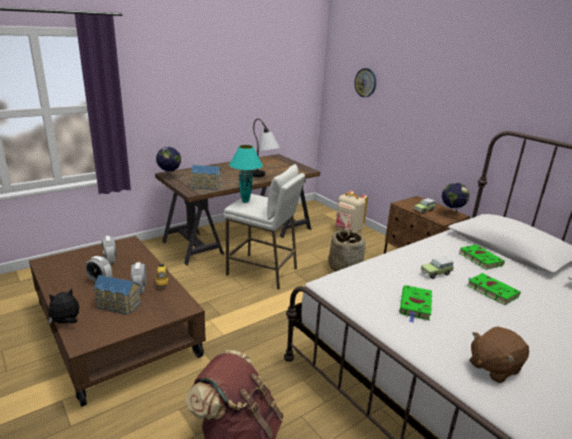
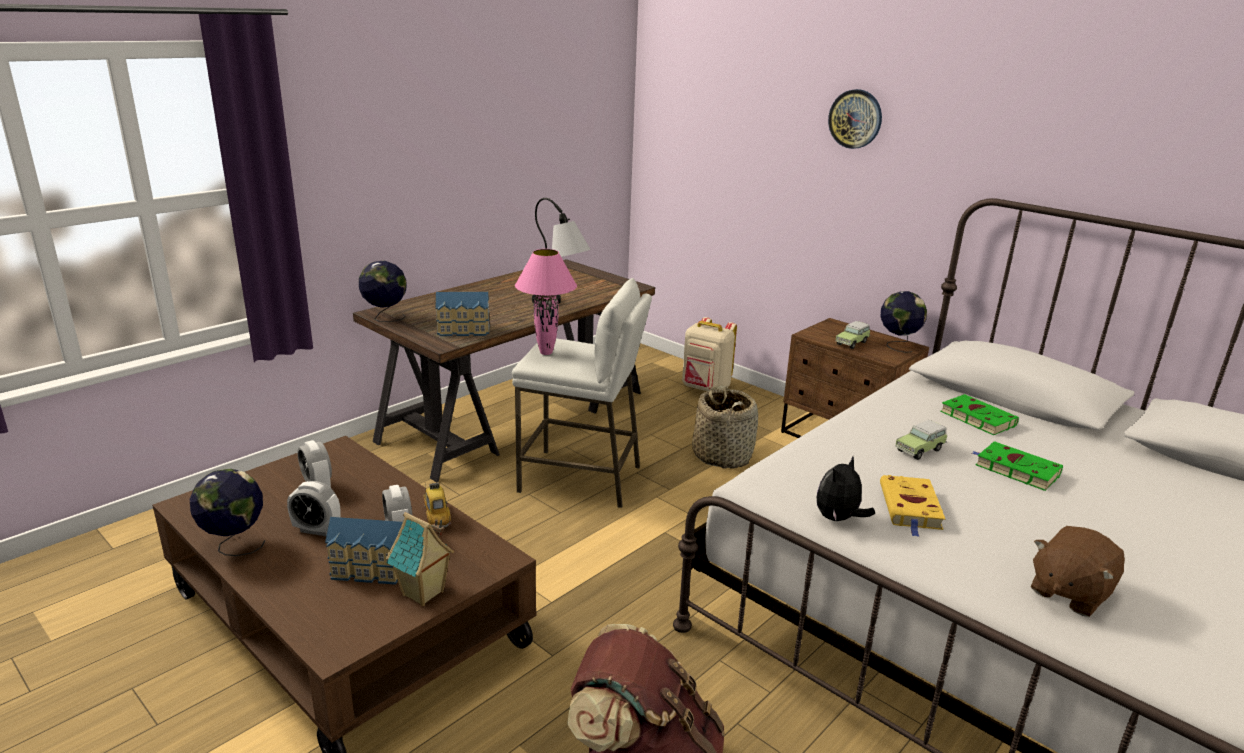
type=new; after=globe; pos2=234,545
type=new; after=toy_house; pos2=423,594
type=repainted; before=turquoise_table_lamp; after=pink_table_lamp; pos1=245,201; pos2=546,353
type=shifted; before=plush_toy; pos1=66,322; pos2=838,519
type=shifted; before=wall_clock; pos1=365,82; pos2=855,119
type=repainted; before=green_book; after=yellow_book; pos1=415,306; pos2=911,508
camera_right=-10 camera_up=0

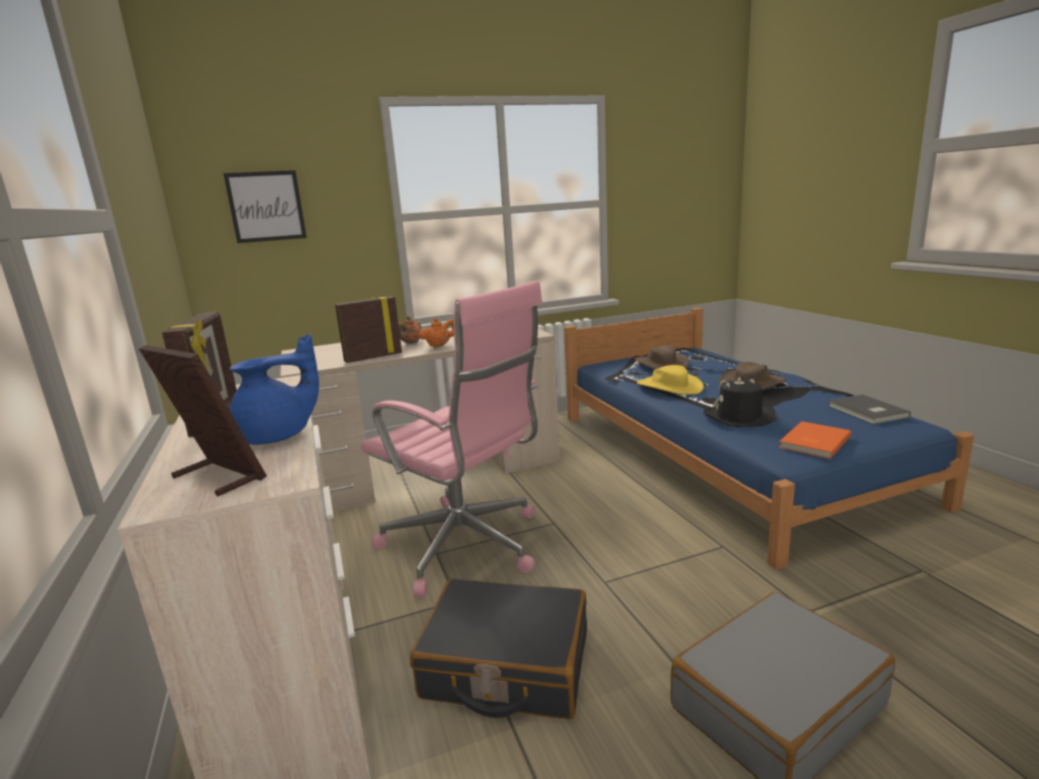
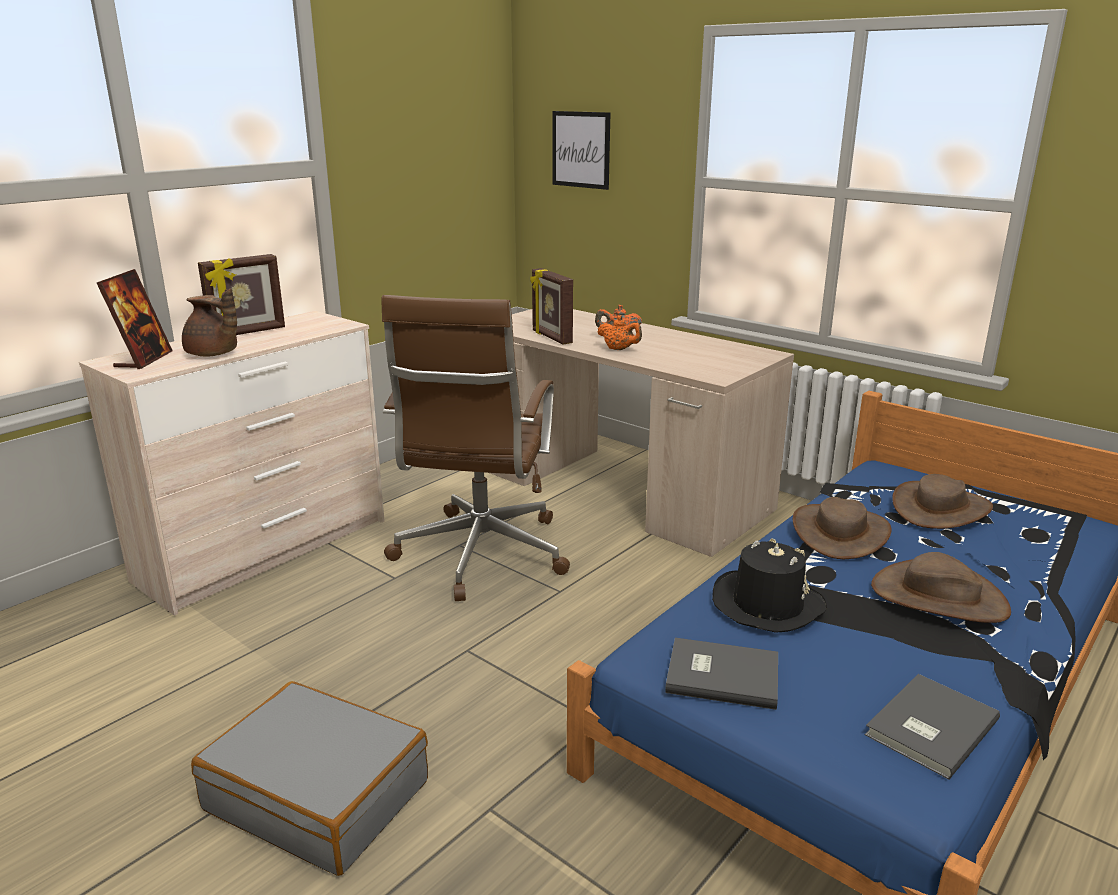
type=repainted; before=blue_teapot; after=brown_teapot; pos1=277,437; pos2=213,354
type=repainted; before=pink_office_chair; after=brown_office_chair; pos1=466,547; pos2=479,555
type=rotated; before=picture_frame; pos1=373,357; pos2=551,337; turn=-150
type=repainted; before=orange_book; after=grey_book; pos1=812,442; pos2=721,674
type=repainted; before=yellow_hat; after=brown_hat; pos1=669,386; pos2=840,532
type=gone; before=black_suitcase; pos1=506,665
camera_right=60 camera_up=5

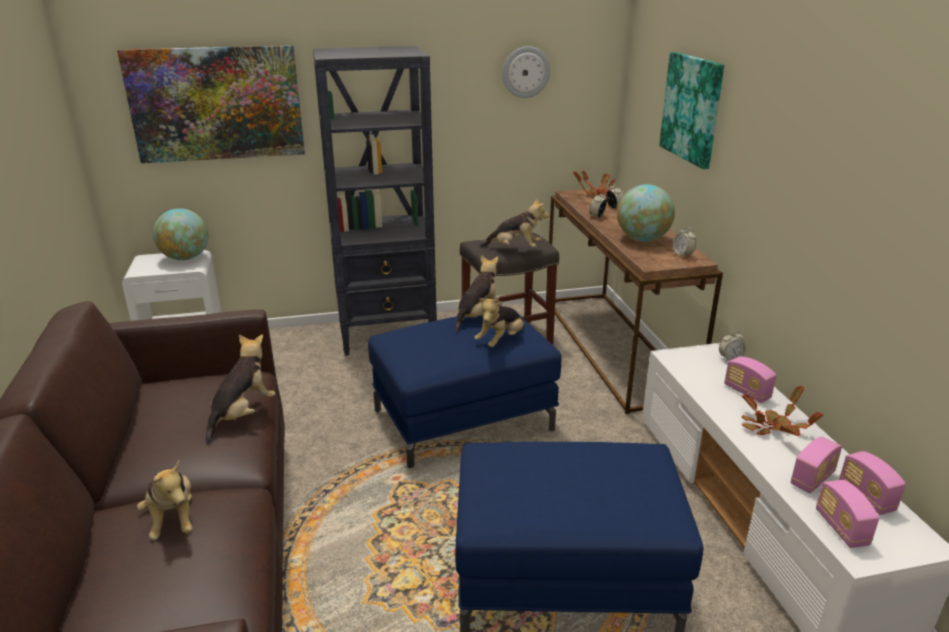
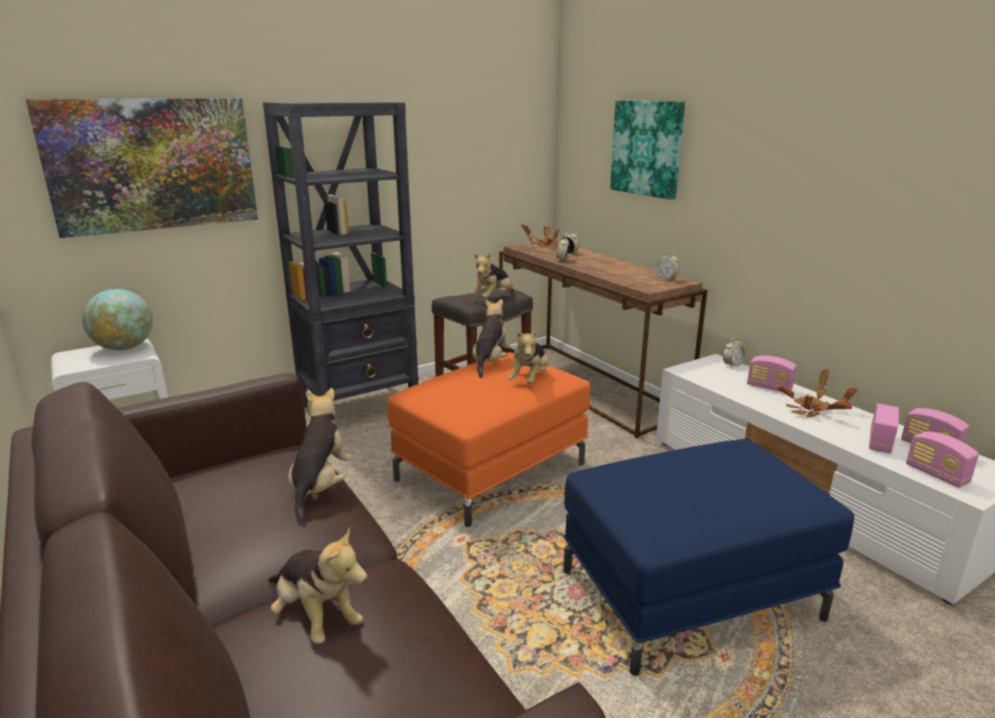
type=repainted; before=blue_ottoman; after=orange_ottoman; pos1=463,419; pos2=491,470
type=rotated; before=plush_toy; pos1=515,248; pos2=493,298; turn=135
type=gone; before=wall_clock; pos1=525,72
type=gone; before=globe; pos1=642,239
camera_right=-20 camera_up=-5

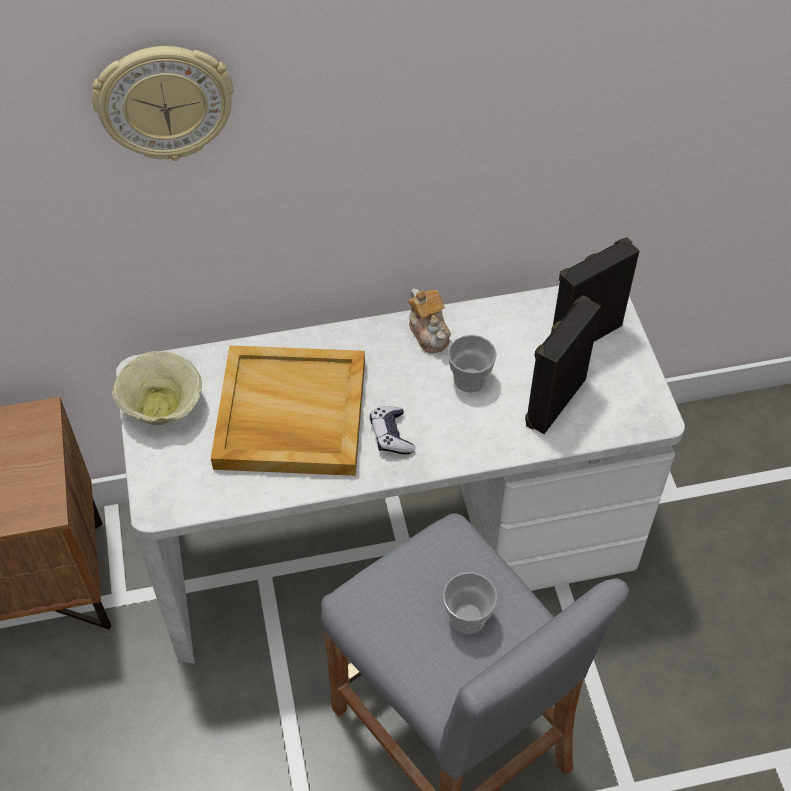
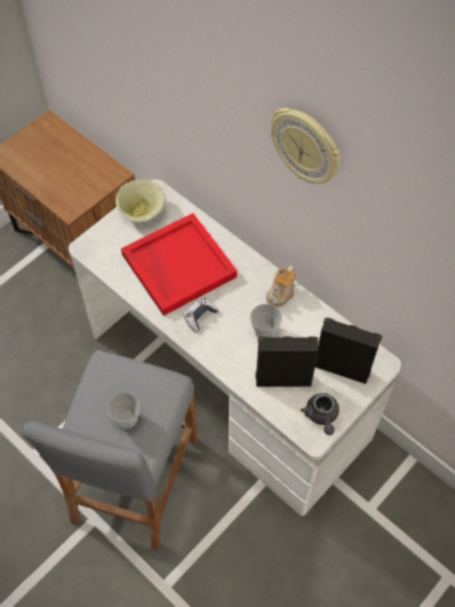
type=repainted; before=beige_tray; after=red_tray; pos1=289,415; pos2=177,265
type=shifted; before=wall_clock; pos1=164,102; pos2=306,146
type=new; after=grey_teapot; pos2=321,416
camera_right=55 camera_up=5

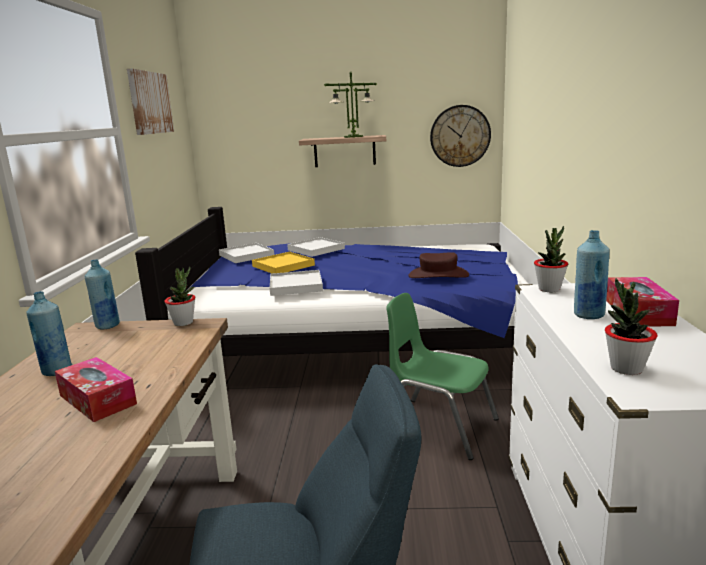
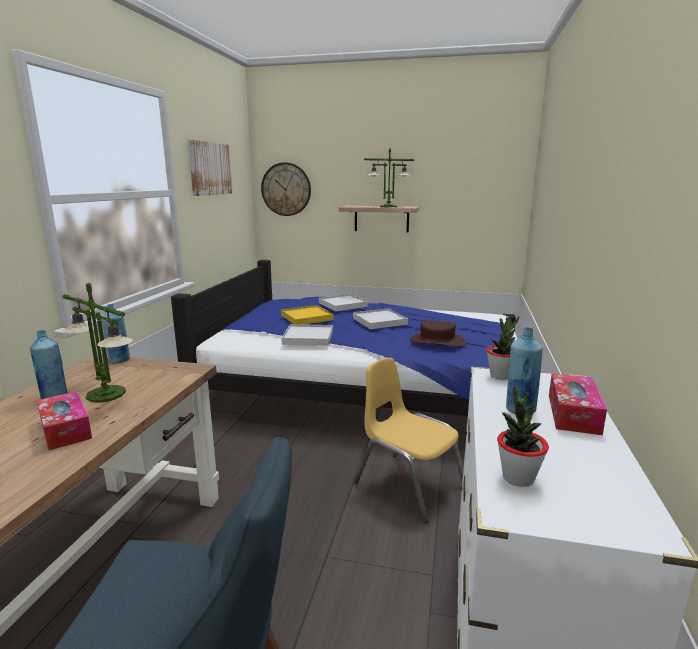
type=new; after=table_lamp; pos2=105,394
type=shifted; before=wall_clock; pos1=460,136; pos2=286,189
type=shifted; before=white_tray; pos1=246,255; pos2=380,321
type=repainted; before=green_chair; after=yellow_chair; pos1=439,426; pos2=408,484
type=gone; before=potted_plant; pos1=183,322
camera_right=10 camera_up=0

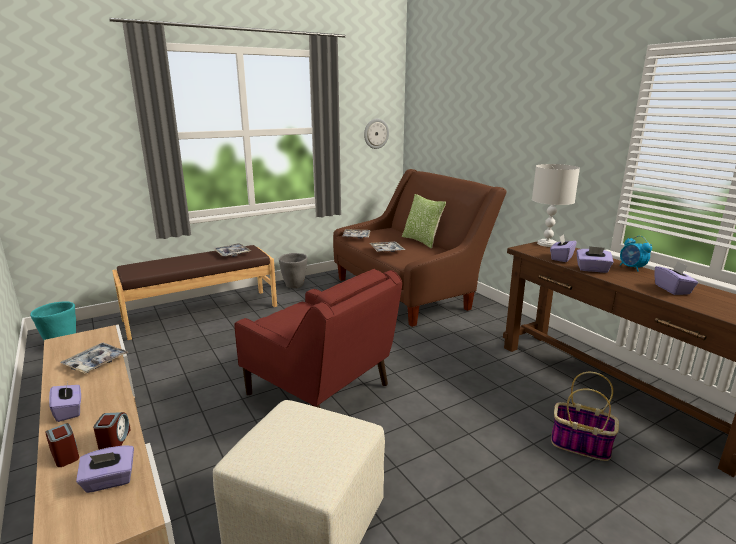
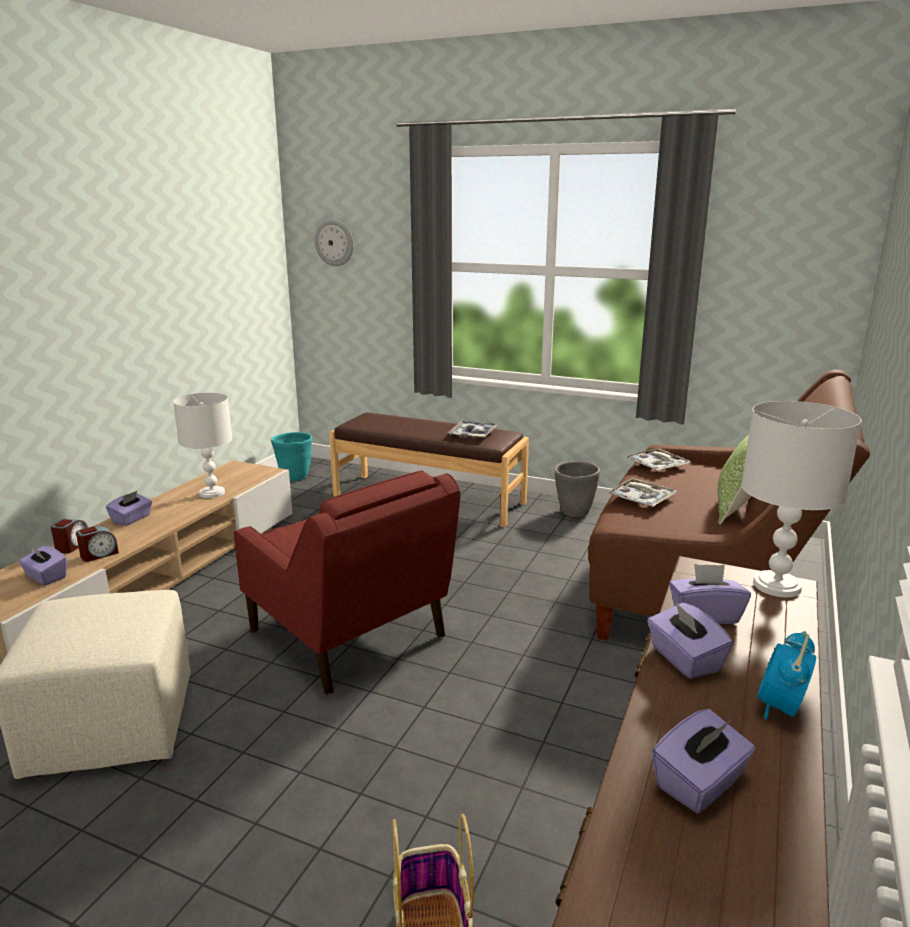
type=swapped; before=tray; after=white_table_lamp; pos1=96,362; pos2=212,493
type=rotated; before=red_armchair; pos1=320,391; pos2=349,636; turn=-45
type=shifted; before=wall_clock; pos1=376,133; pos2=335,243
camera_right=55 camera_up=0

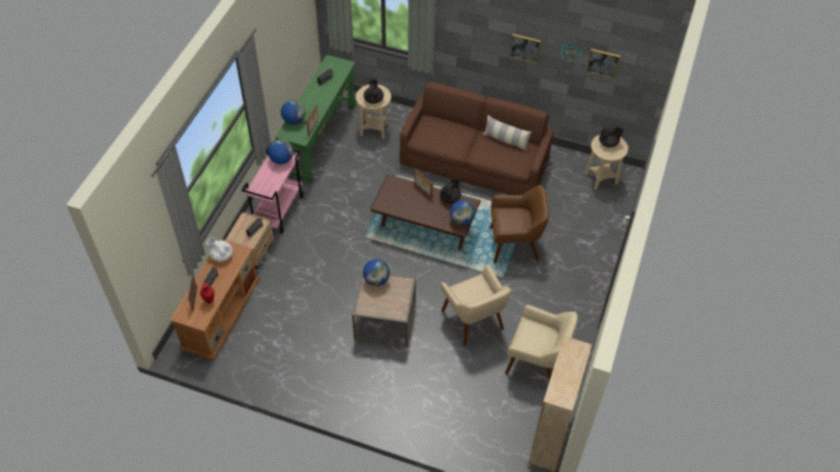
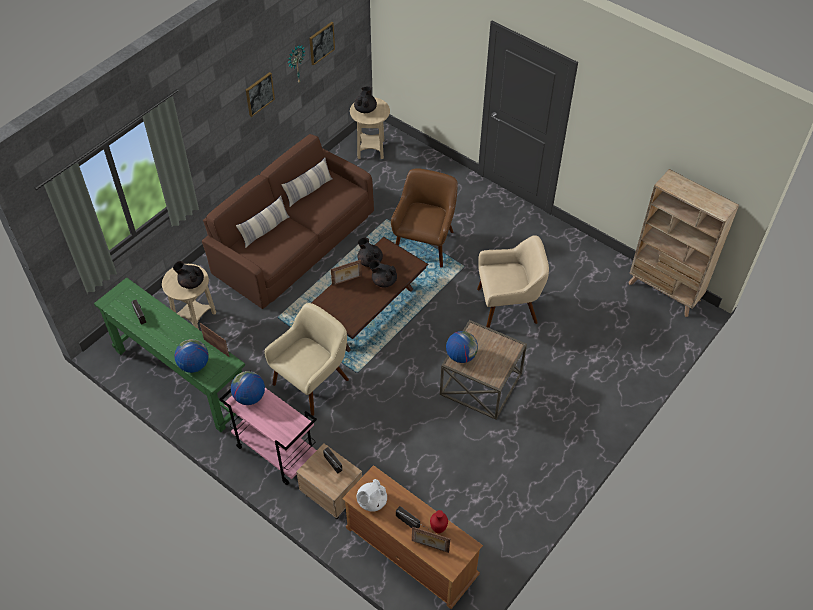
type=new; after=pillow; pos2=265,230
type=shifted; before=beige_armchair; pos1=536,362; pos2=312,382
type=new; after=black_teapot; pos2=383,281
type=gone; before=globe; pos1=462,220
camera_right=-70 camera_up=0

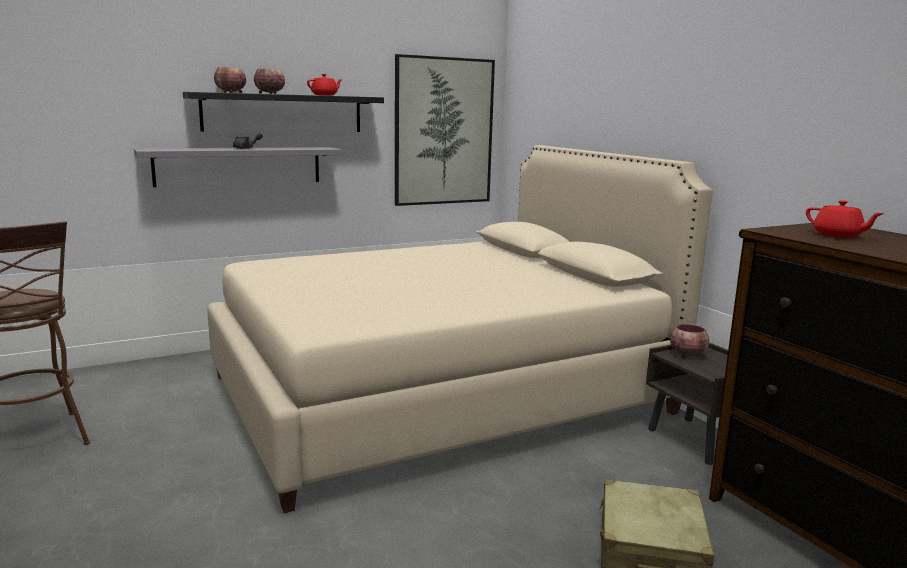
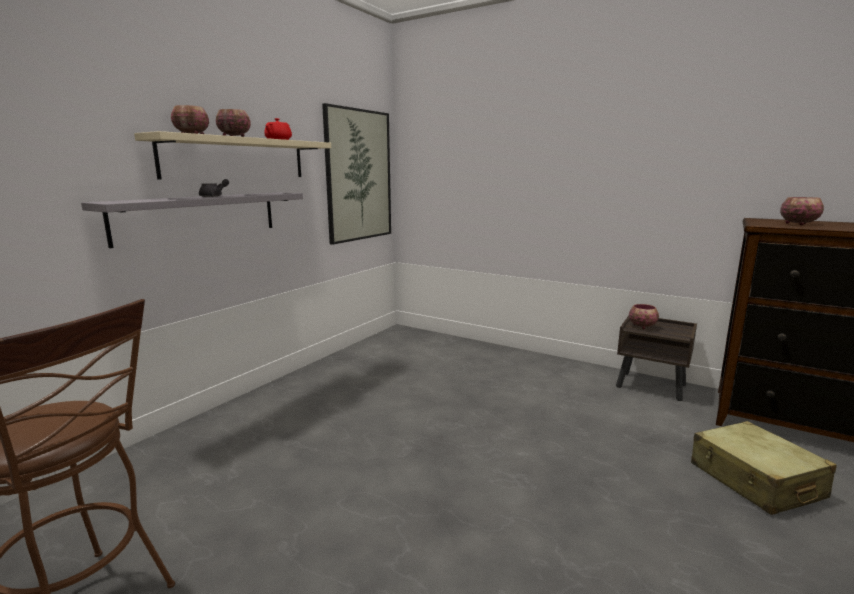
type=repainted; before=black_shelf; after=beige_shelf; pos1=283,113; pos2=237,158
type=swapped; before=red_teapot; after=bowl; pos1=838,235; pos2=798,224
type=gone; before=beige_bed; pos1=438,394
camera_right=-30 camera_up=0

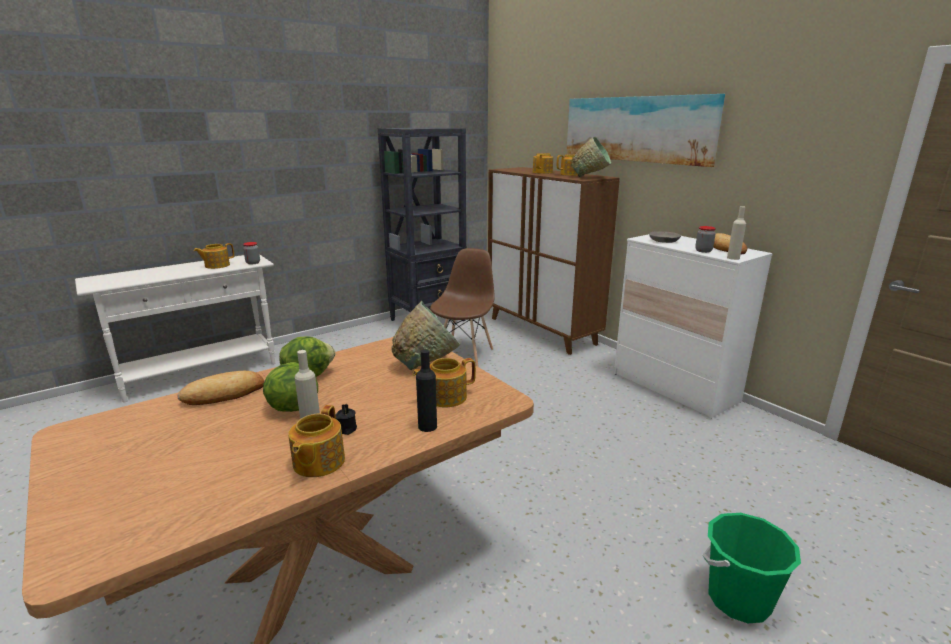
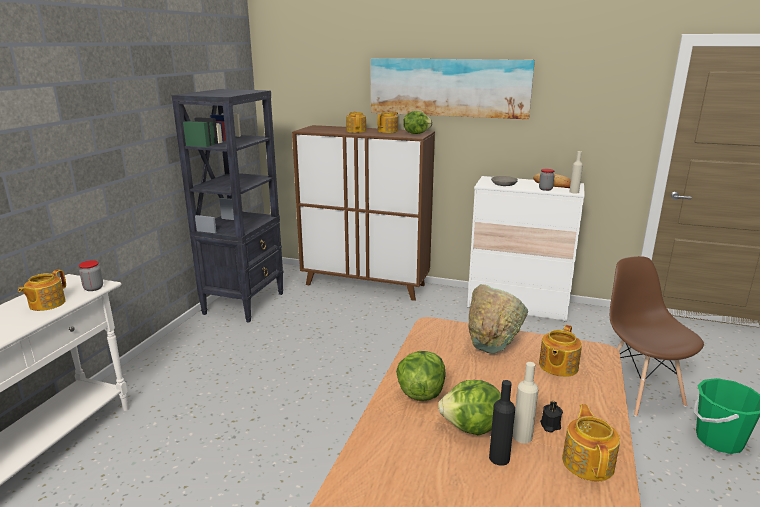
type=swapped; before=green_bowl; after=lettuce; pos1=591,177; pos2=416,133
type=shifted; before=black_bottle; pos1=427,426; pos2=499,458
type=rotated; before=teapot; pos1=317,462; pos2=588,462; turn=-150
type=shifted; before=brown_chair; pos1=464,355; pos2=639,392
type=gone; before=bread; pos1=224,394
camera_right=-35 camera_up=0

